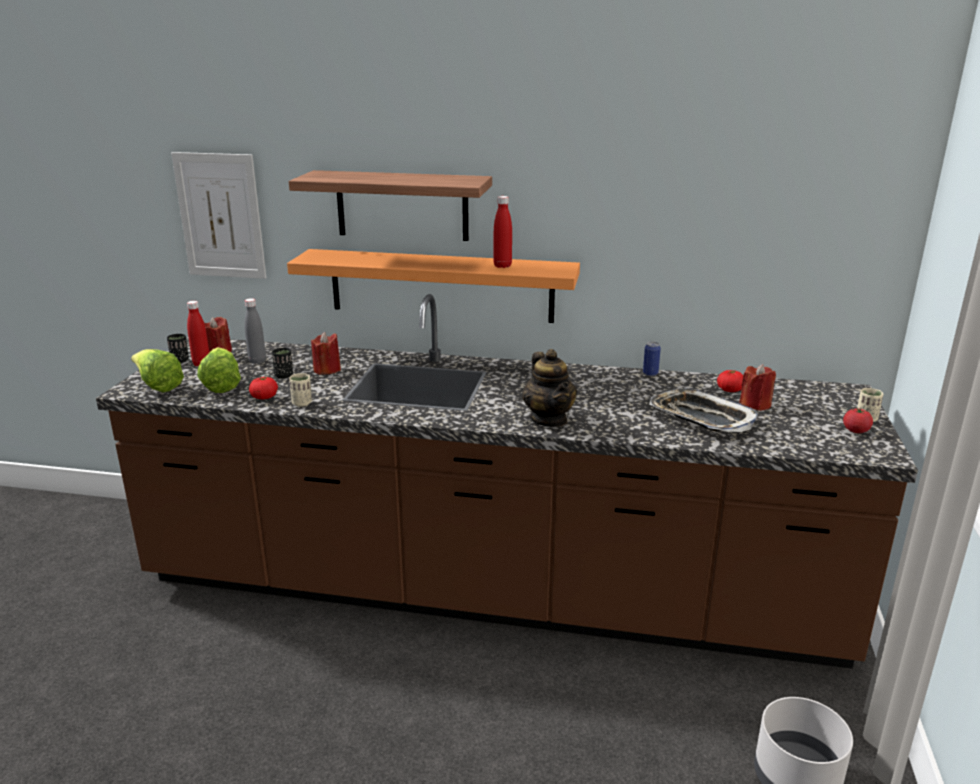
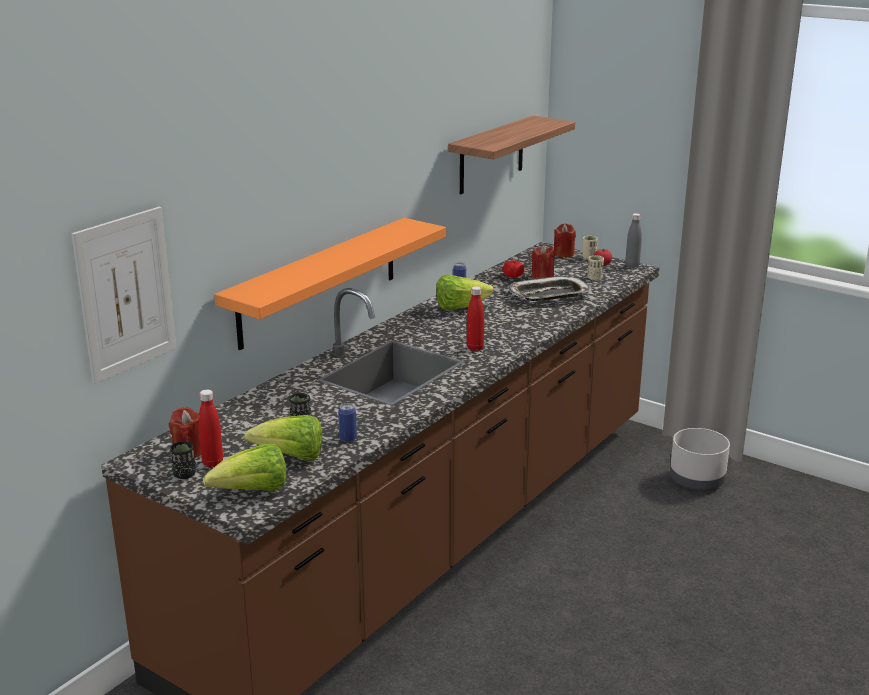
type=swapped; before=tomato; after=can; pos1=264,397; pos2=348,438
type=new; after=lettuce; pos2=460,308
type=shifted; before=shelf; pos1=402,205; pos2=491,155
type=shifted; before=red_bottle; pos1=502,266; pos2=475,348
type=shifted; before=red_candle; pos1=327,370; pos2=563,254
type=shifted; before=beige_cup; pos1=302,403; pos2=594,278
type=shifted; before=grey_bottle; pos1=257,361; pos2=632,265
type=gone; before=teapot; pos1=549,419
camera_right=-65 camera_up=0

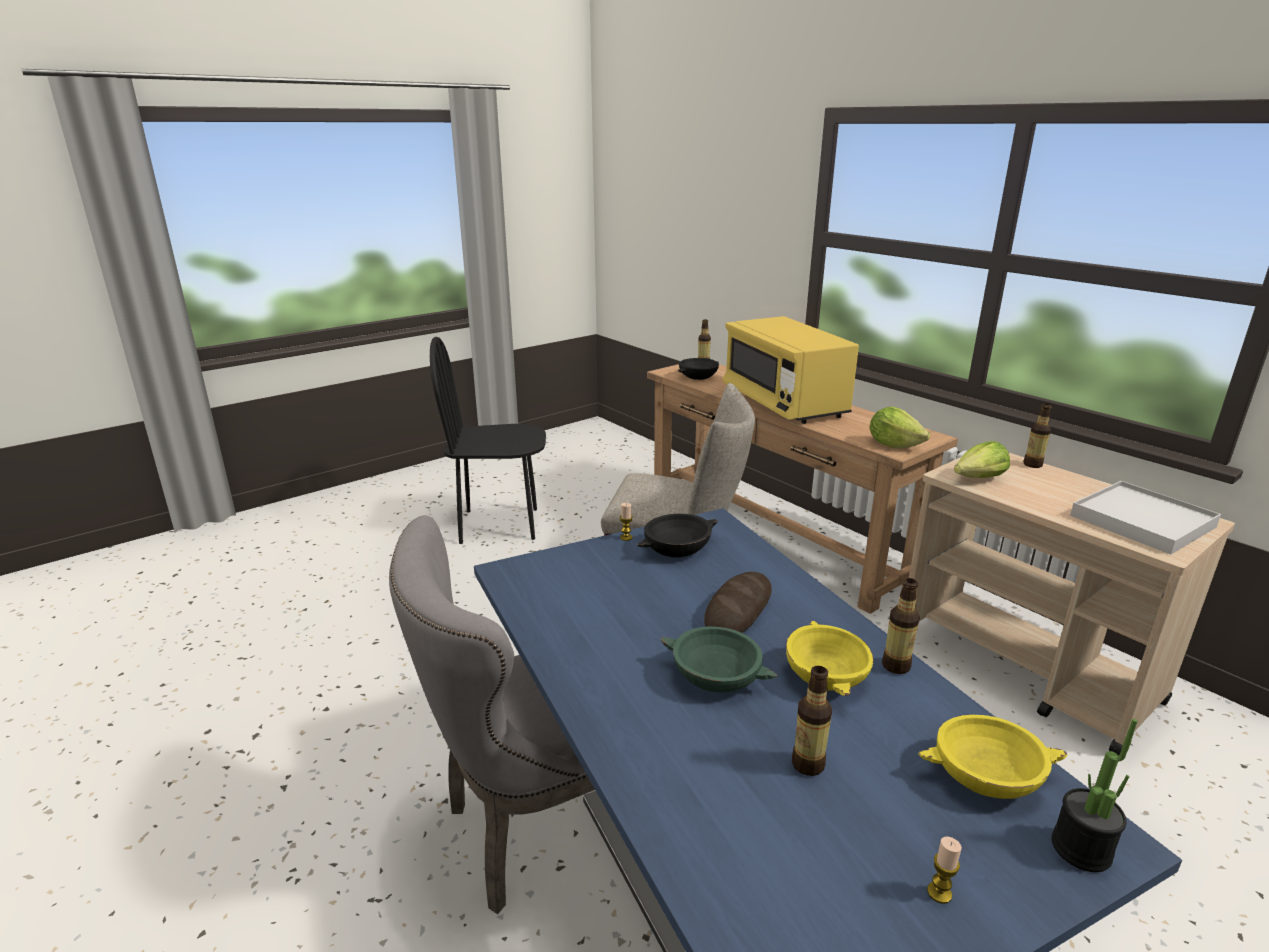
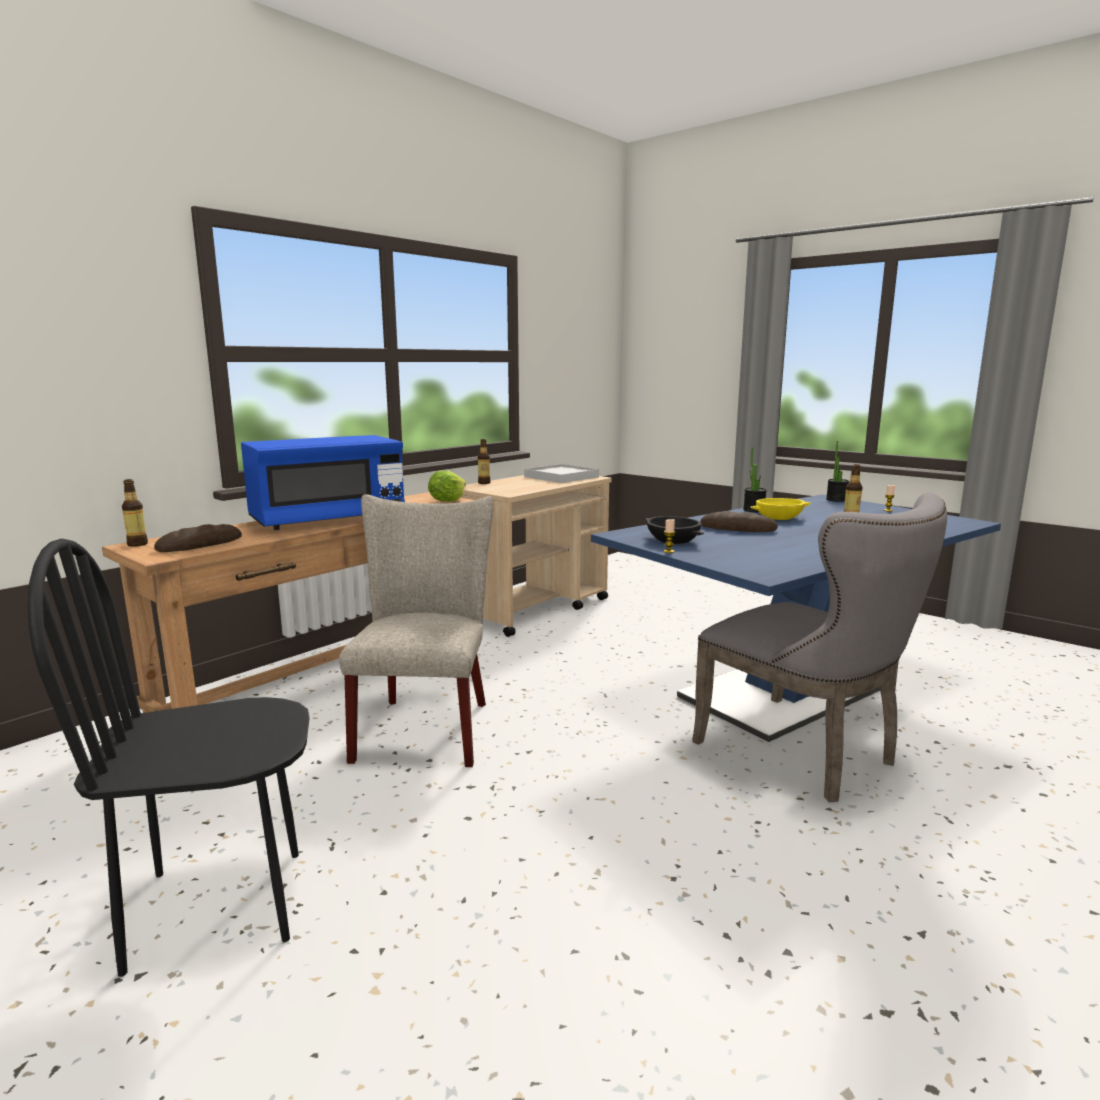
type=rotated; before=black_chair; pos1=499,525; pos2=218,906; turn=90
type=swapped; before=black_bowl; after=bread; pos1=698,376; pos2=200,545
type=repainted; before=yellow_microwave; after=blue_microwave; pos1=783,403; pos2=328,520
type=swapped; before=bottle; after=potted_plant; pos1=896,666; pos2=754,510
type=gone; before=green_bowl; pos1=717,676
type=gone; before=yellow_bowl; pos1=986,777
type=gone; before=lettuce; pos1=979,479
camera_right=-100 camera_up=-10

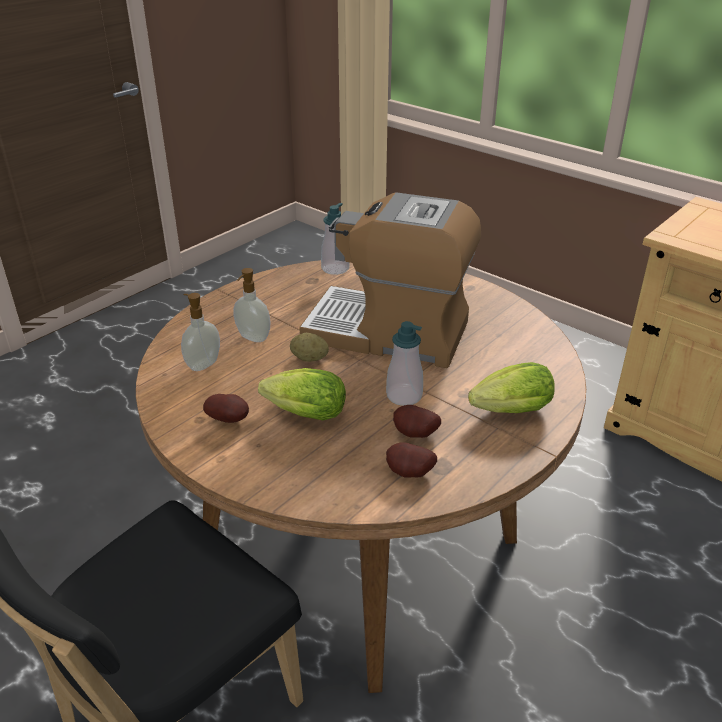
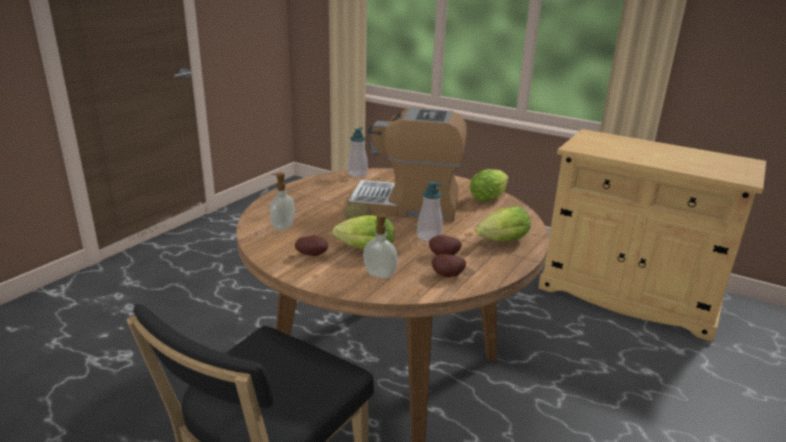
type=shifted; before=soap_dispenser; pos1=252,338; pos2=379,275
type=new; after=lettuce; pos2=489,197
camera_right=-10 camera_up=-10

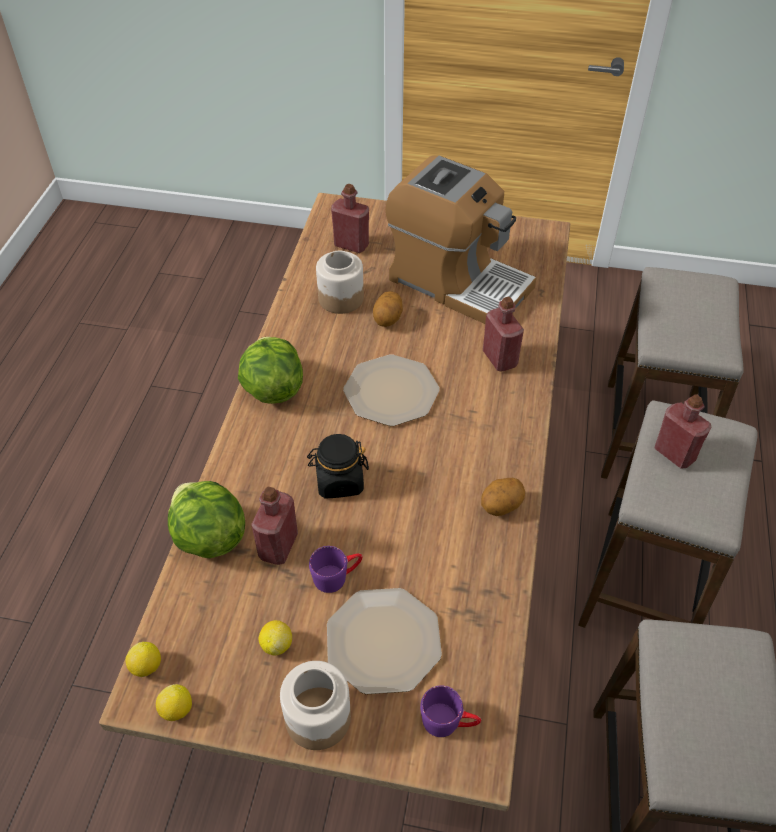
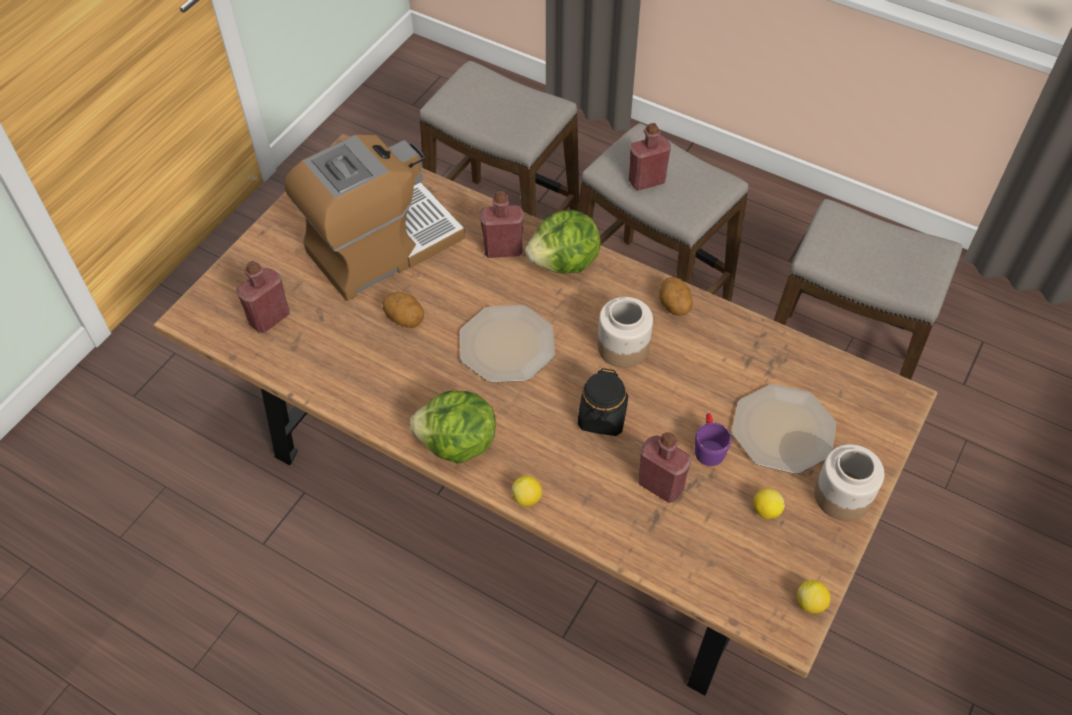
type=shifted; before=lemon; pos1=146,667; pos2=527,498
type=shifted; before=lettuce; pos1=209,537; pos2=565,263
type=shifted; before=jar; pos1=340,298; pos2=622,347
type=gone; before=purple_mug; pos1=449,722
camera_right=-70 camera_up=5

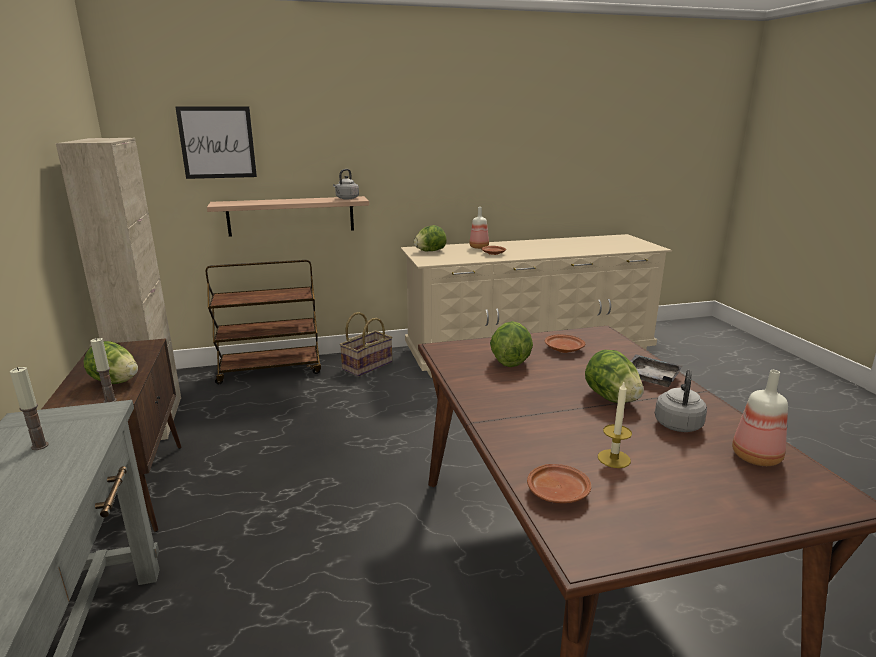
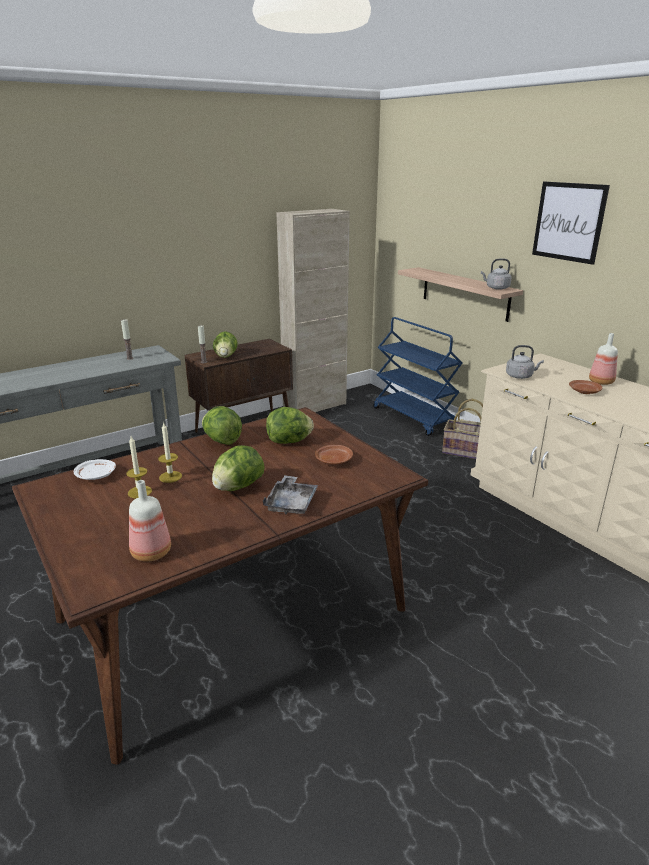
type=repainted; before=brown_plate; after=white_plate; pos1=558,493; pos2=96,476
type=new; after=candle; pos2=170,477
type=shifted; before=lettuce; pos1=430,251; pos2=222,441
type=repainted; before=brown_cart; after=blue_cart; pos1=271,370; pos2=414,417
type=shifted; before=grey_kettle; pos1=678,423; pos2=520,376
type=shifted; before=picture; pos1=217,142; pos2=568,222
camera_right=70 camera_up=5

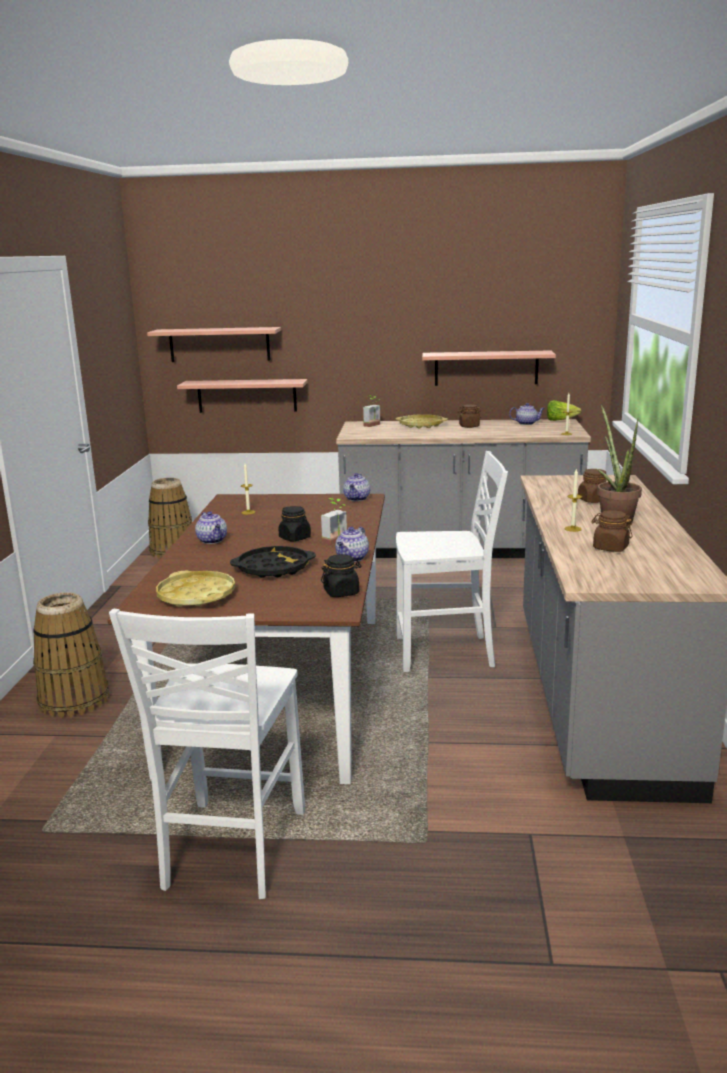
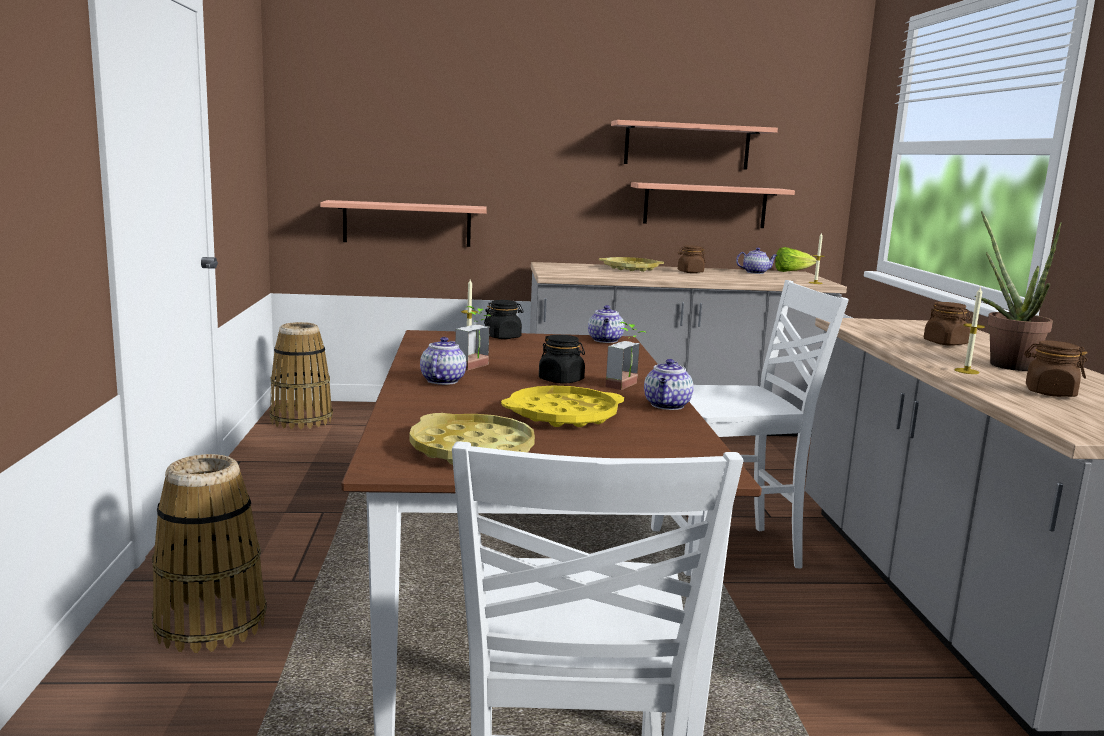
type=rotated; before=teapot; pos1=212,540; pos2=442,380; turn=-135
type=shifted; before=potted_plant; pos1=374,425; pos2=477,367
type=shifted; before=black_jar; pos1=341,592; pos2=503,337
type=repainted; before=black_tray; after=yellow_tray; pos1=273,568; pos2=562,415
type=shifted; before=shelf; pos1=219,344; pos2=687,145
camera_right=-10 camera_up=-5

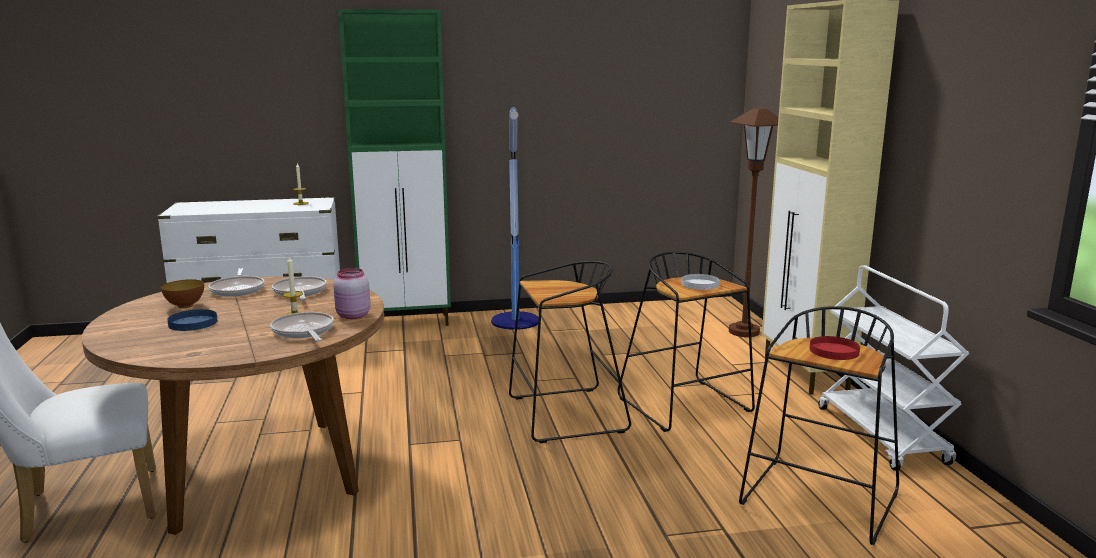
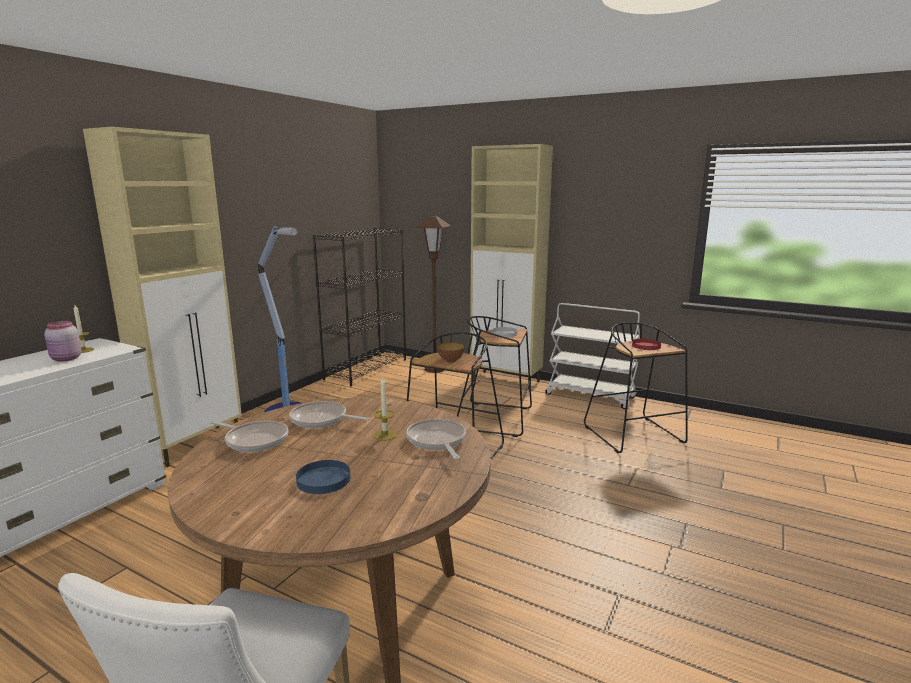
type=shifted; before=pink_jar; pos1=352,316; pos2=66,359
type=repainted; before=green_cabinet; after=beige_cabinet; pos1=407,322; pos2=195,445
type=new; after=black_bookcase; pos2=366,369
type=rotated; before=frying_pan; pos1=303,332; pos2=437,441; turn=60
type=shifted; before=bowl; pos1=185,306; pos2=450,361
camera_right=-50 camera_up=0

